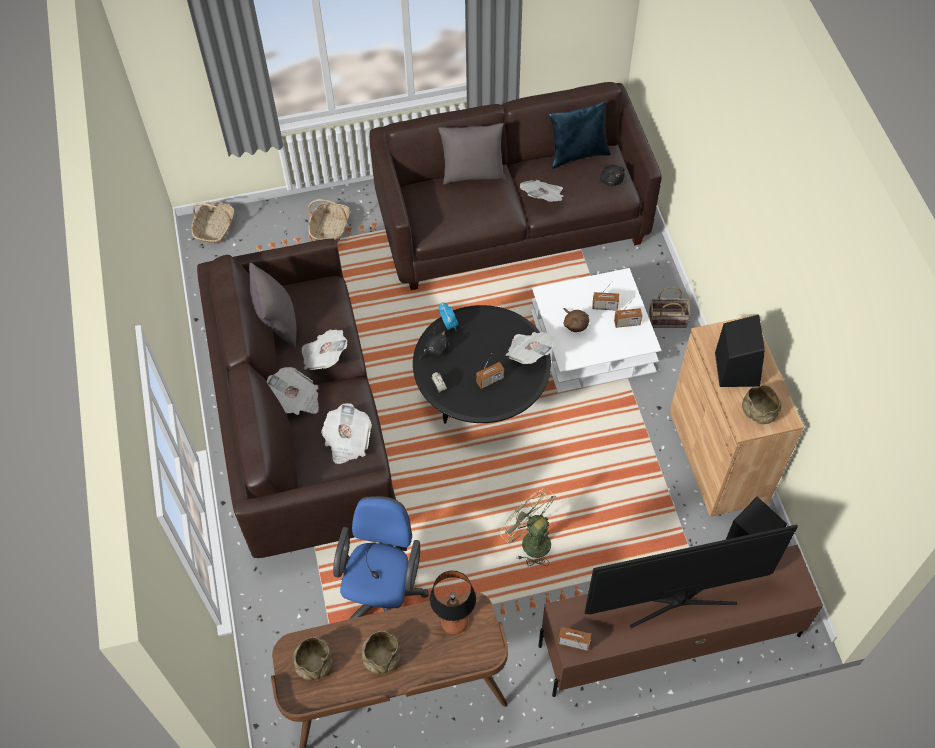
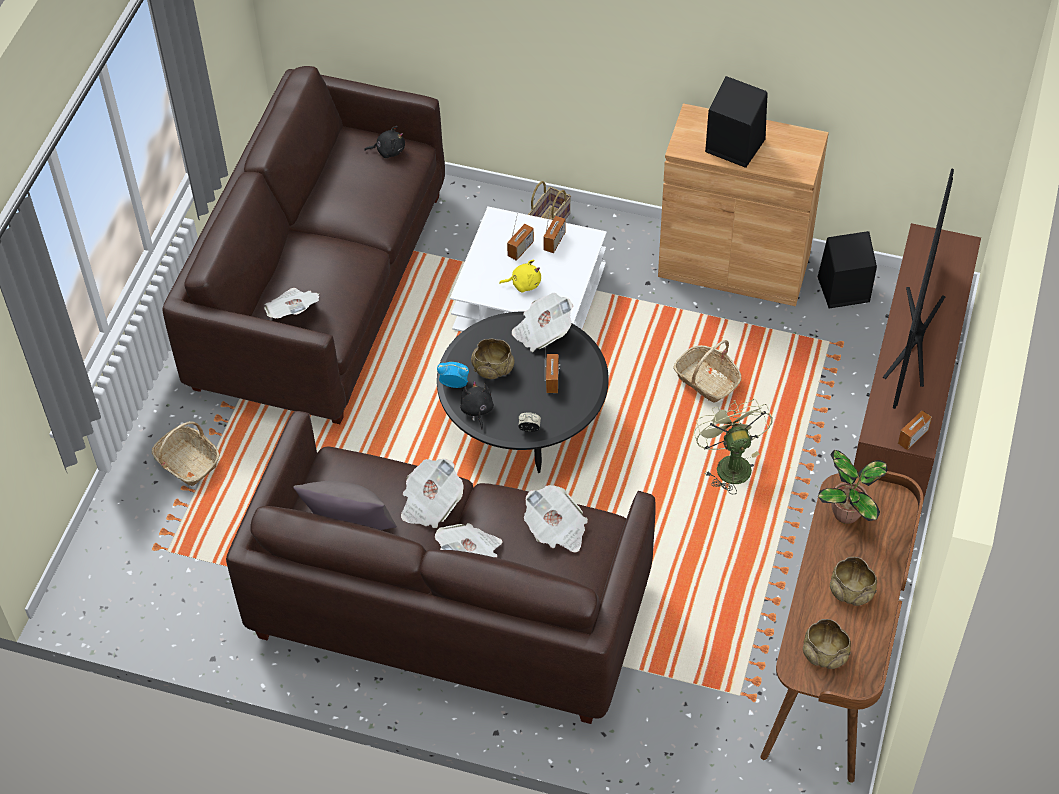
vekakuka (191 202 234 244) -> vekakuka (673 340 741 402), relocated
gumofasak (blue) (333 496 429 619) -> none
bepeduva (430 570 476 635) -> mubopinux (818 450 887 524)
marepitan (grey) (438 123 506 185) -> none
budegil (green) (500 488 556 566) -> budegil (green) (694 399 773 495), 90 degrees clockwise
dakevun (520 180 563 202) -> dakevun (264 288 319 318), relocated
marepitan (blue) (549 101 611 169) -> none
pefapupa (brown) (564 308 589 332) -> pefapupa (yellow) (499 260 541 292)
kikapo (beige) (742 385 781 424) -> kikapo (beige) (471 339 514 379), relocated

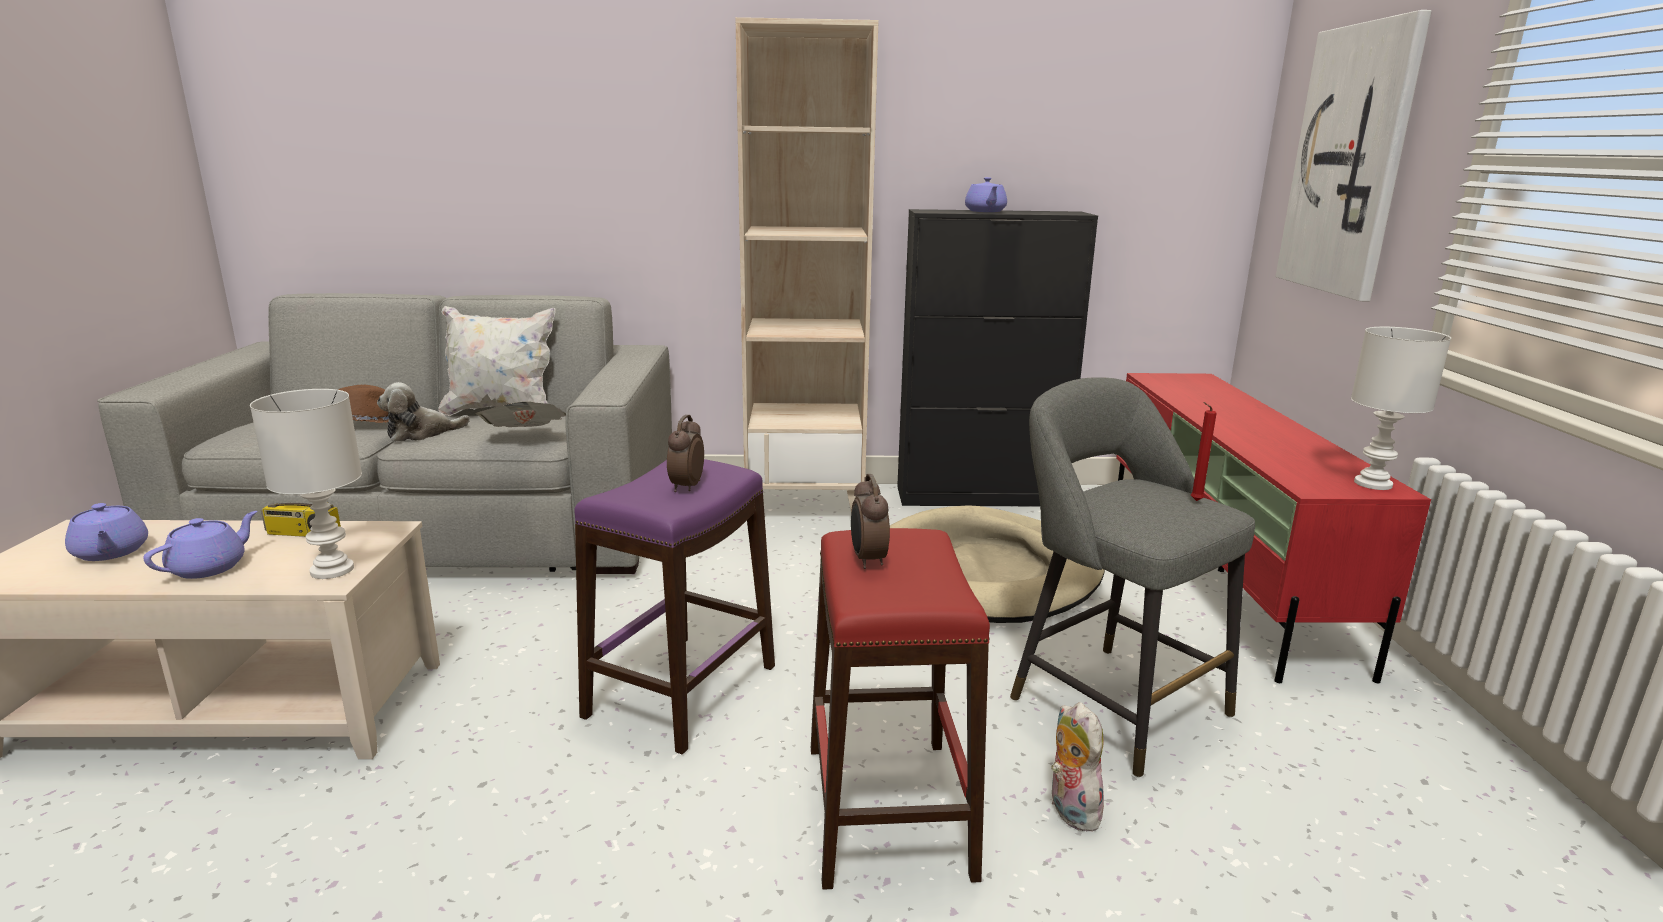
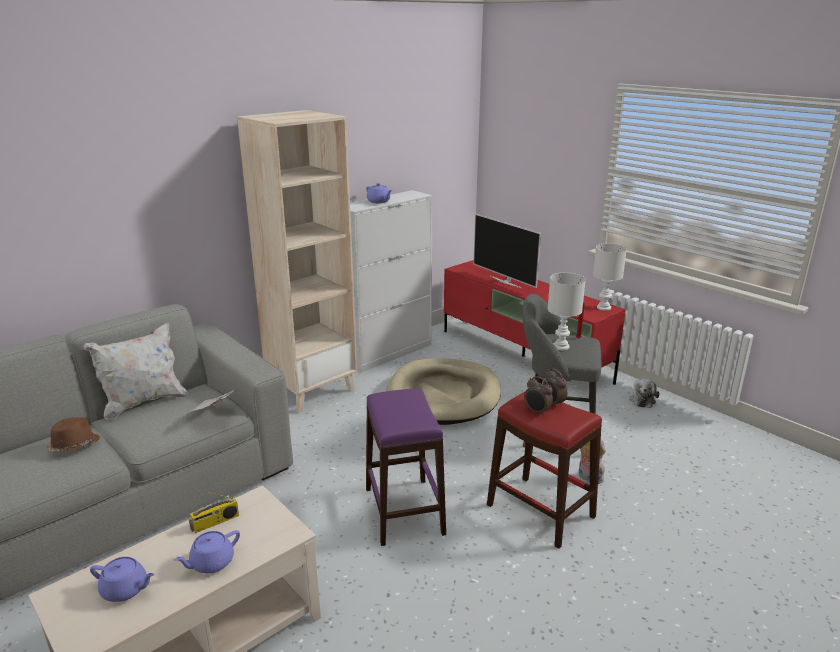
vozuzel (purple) (143 511 257 579) -> vozuzel (purple) (174 530 240 573), 120 degrees counterclockwise
bepeduva (white) (250 389 362 579) -> bepeduva (white) (547 272 586 350), relocated
pefapupa (377 382 470 442) -> pefapupa (629 378 660 408), relocated
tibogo (667 415 704 492) -> tibogo (542 369 567 408), relocated
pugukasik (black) (897 209 1098 506) -> pugukasik (white) (350 190 433 373)
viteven (1275 10 1432 301) -> none
none -> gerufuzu (473 214 541 288)

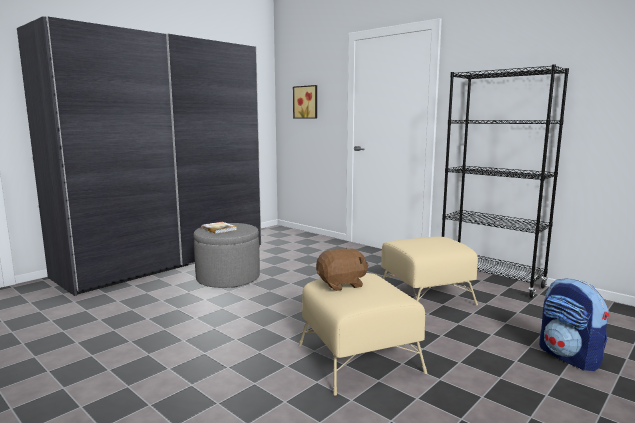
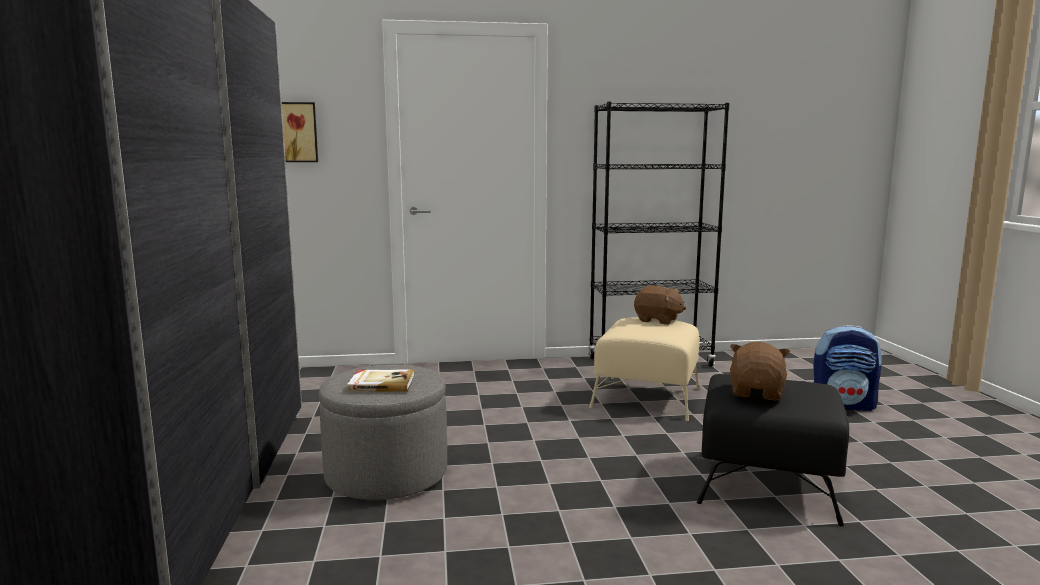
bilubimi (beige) (298 273 427 395) -> bilubimi (black) (696 374 849 526)
none -> pefapupa (brown) (634 286 686 325)

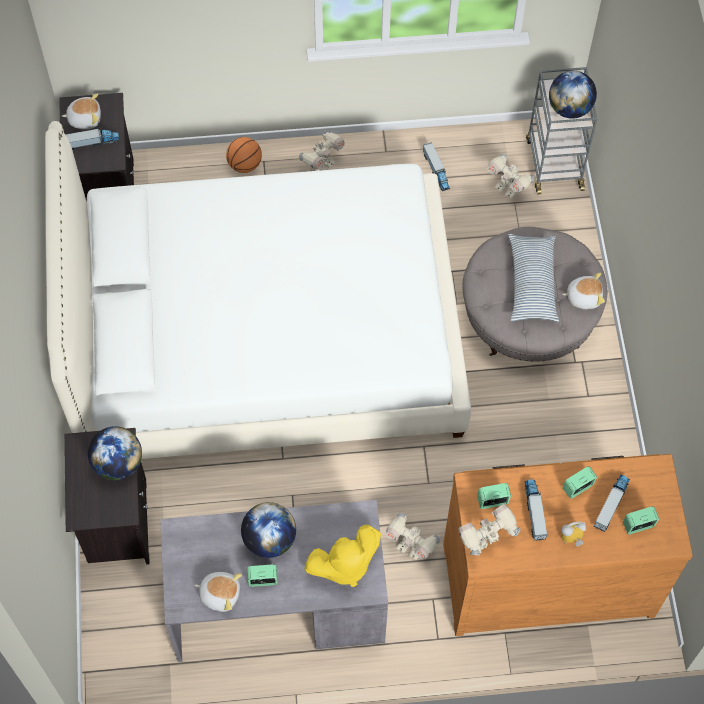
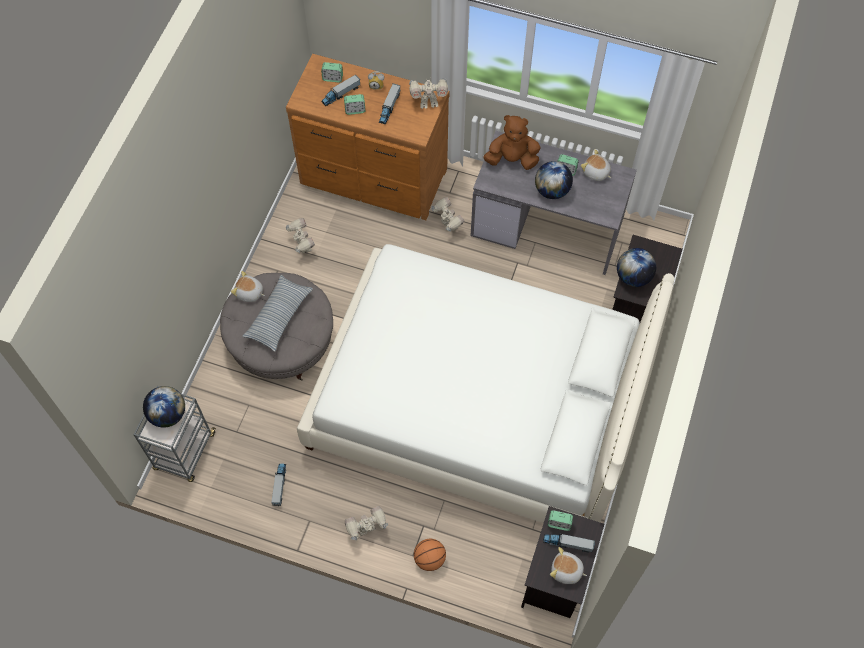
pefapupa (yellow) (304 525 381 587) -> pefapupa (brown) (483 115 541 170)
tibogo (477 483 511 509) -> tibogo (547 510 573 531), relocated
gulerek (487 154 534 199) -> gulerek (286 218 315 253), relocated

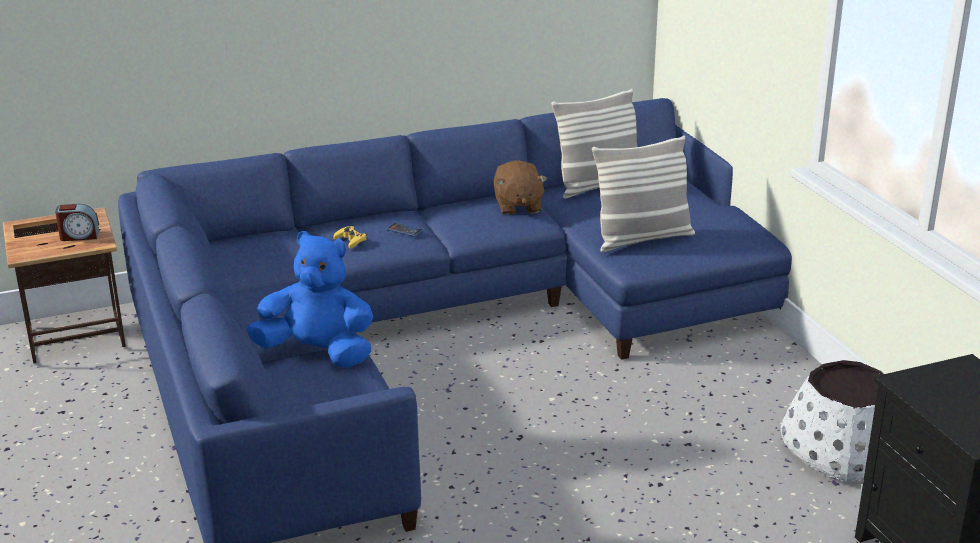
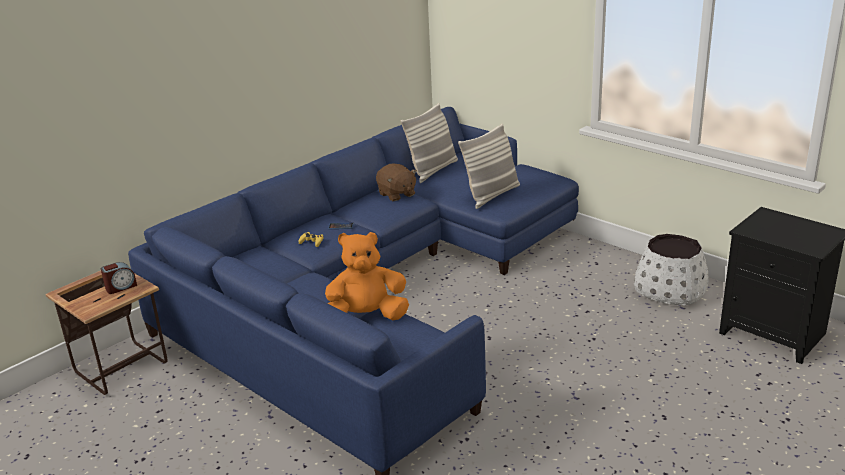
pefapupa (blue) (247 231 373 368) -> pefapupa (orange) (325 232 409 320)

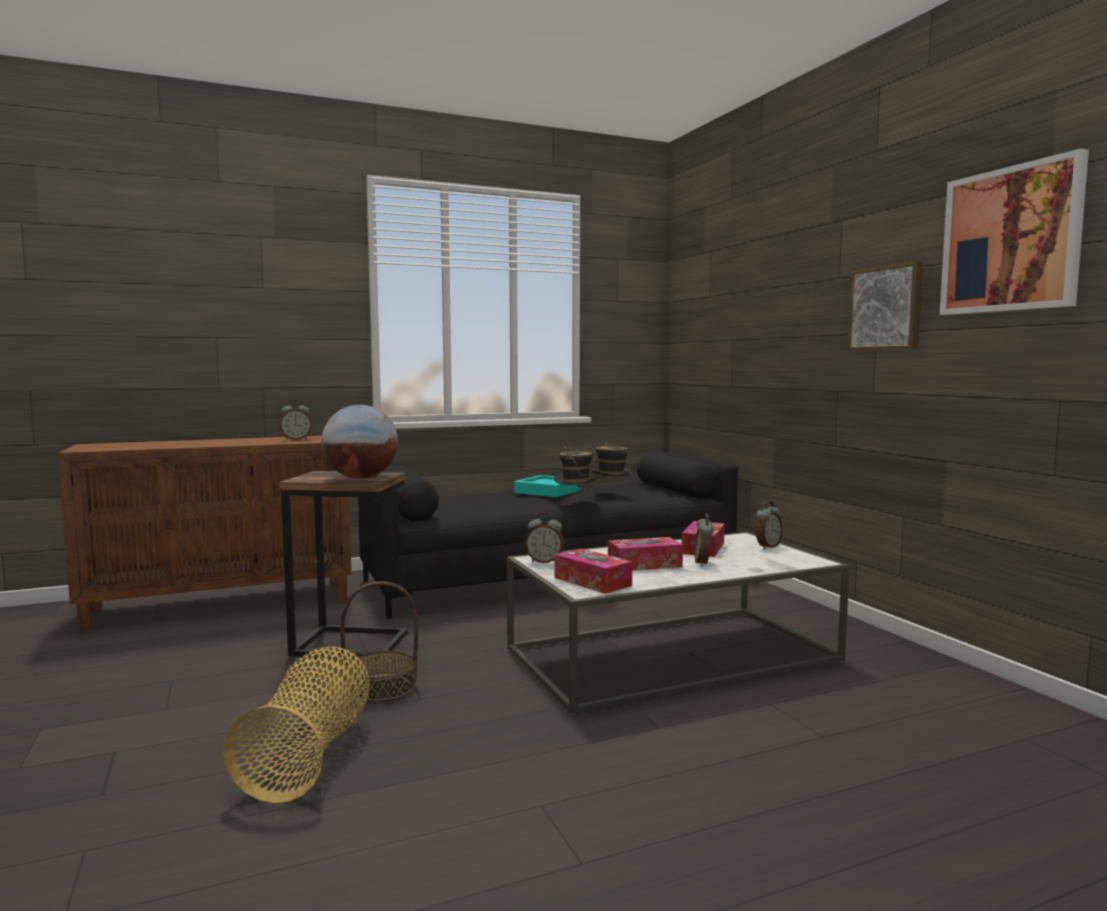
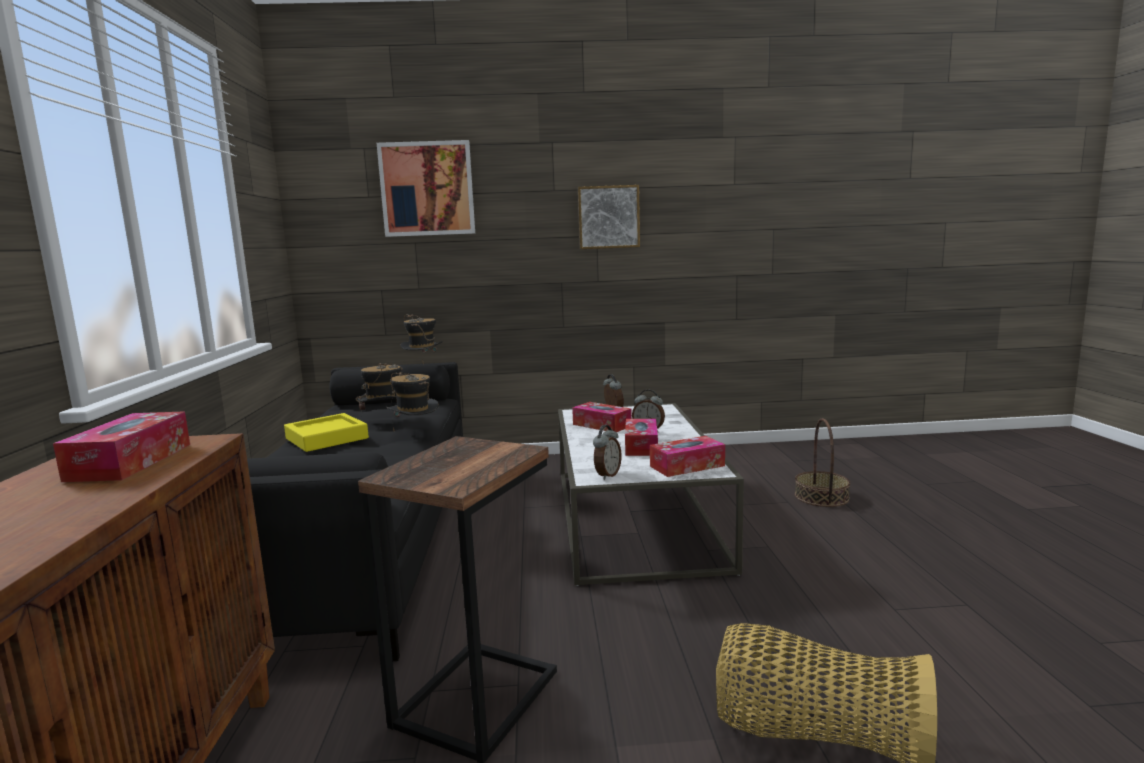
tibogo (280 400 312 441) -> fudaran (53 411 190 482)
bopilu (322 405 398 479) -> none
vekakuka (340 581 418 702) -> vekakuka (795 418 850 507), relocated
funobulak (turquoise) (514 475 581 497) -> funobulak (yellow) (284 413 369 452)
viteven (940 148 1089 315) -> viteven (377 140 475 237), relocated
none -> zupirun (400 314 443 361)

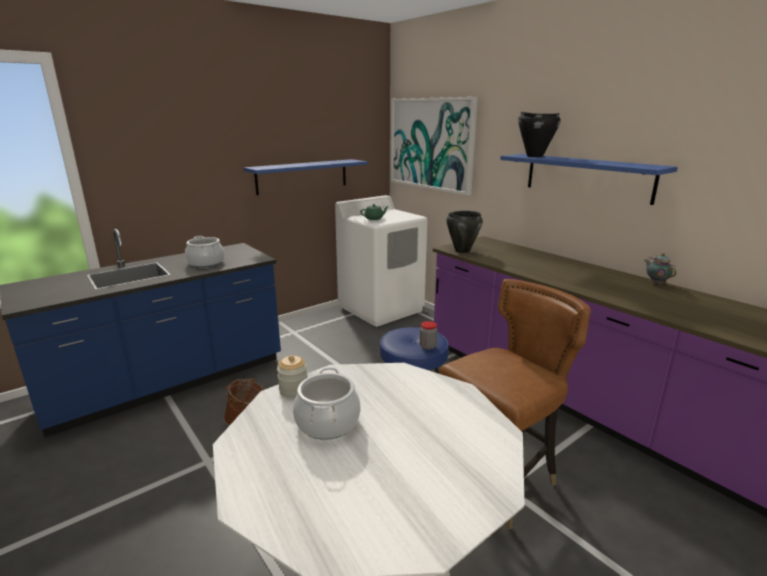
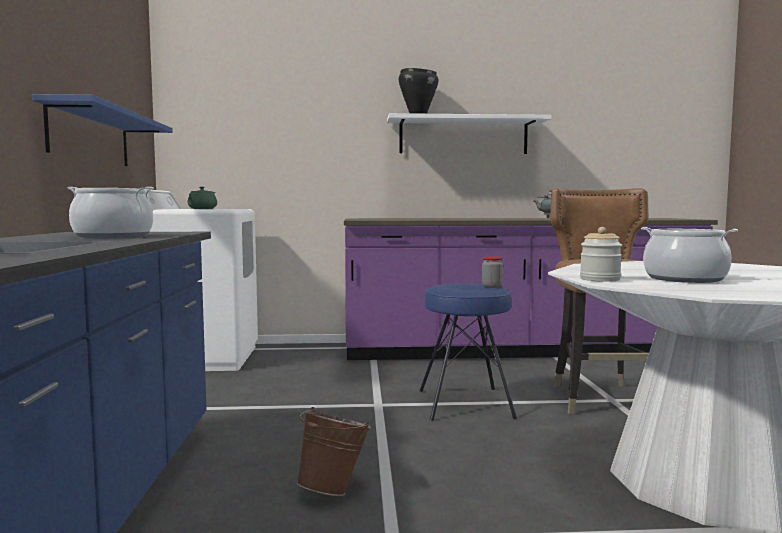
viteven (391 97 478 195) -> none
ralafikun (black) (446 211 483 253) -> none
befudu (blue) (500 154 678 205) -> befudu (white) (387 113 551 154)

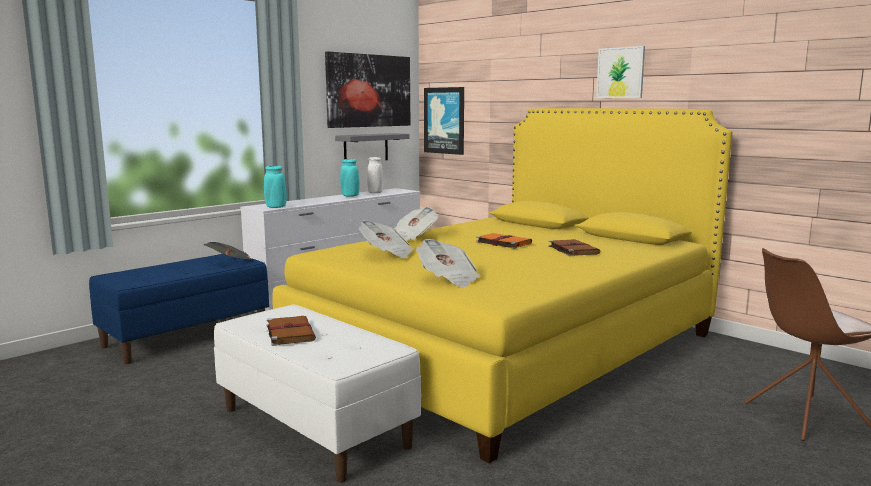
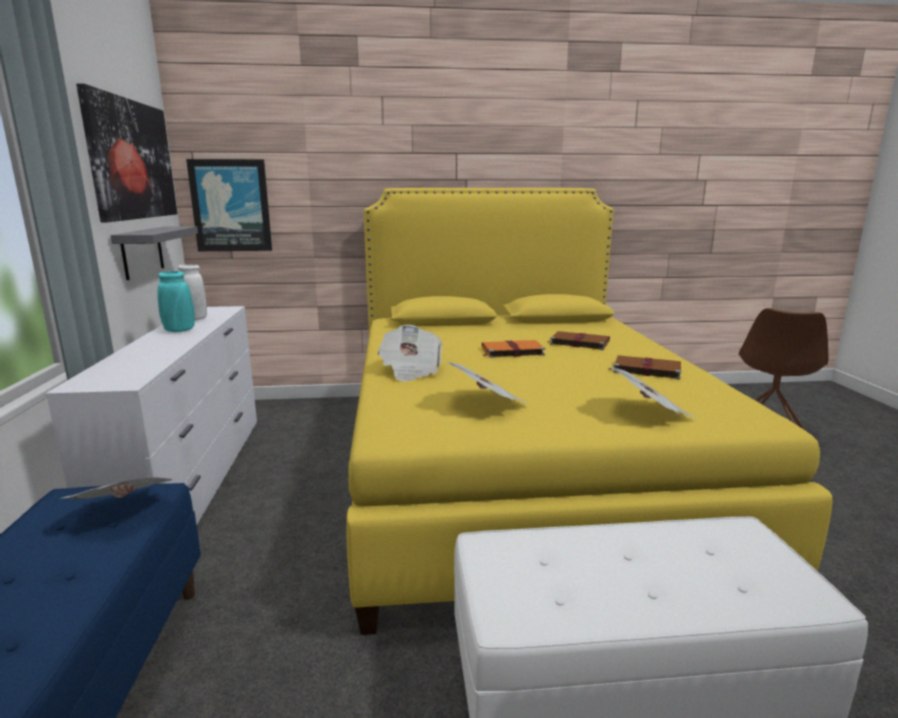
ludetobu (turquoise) (264 166 287 208) -> none
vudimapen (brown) (267 316 316 346) -> vudimapen (brown) (609 355 681 380), relocated
viteven (596 46 645 98) -> none

